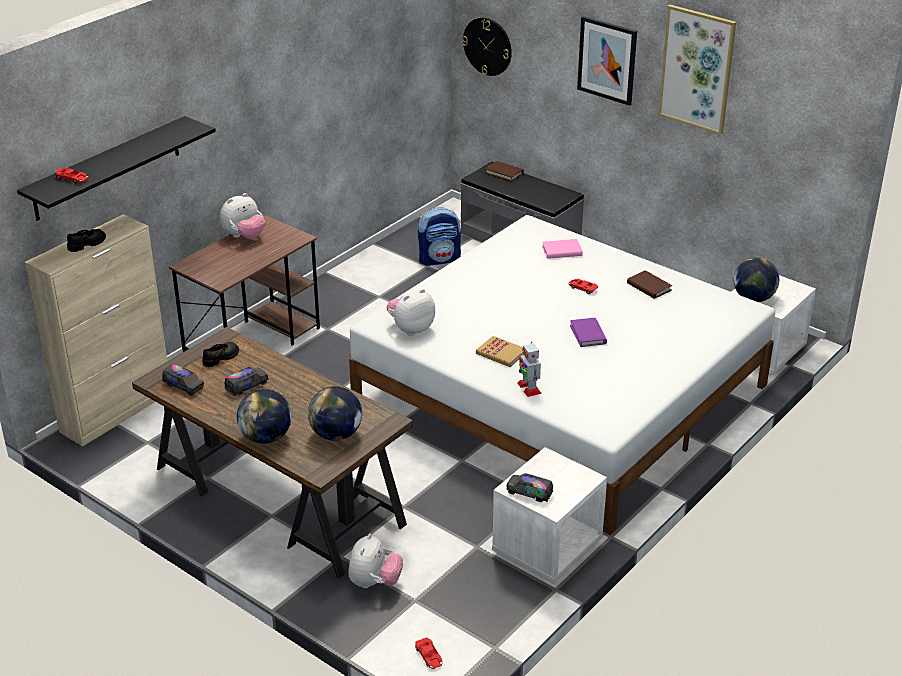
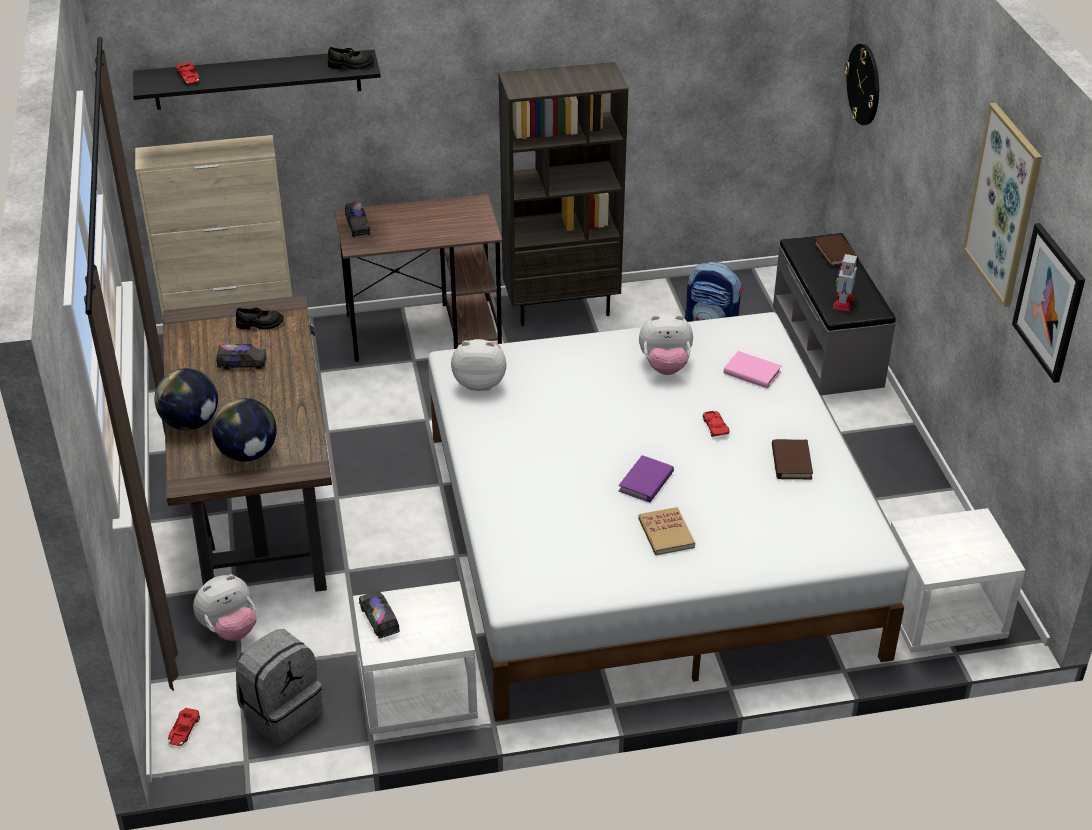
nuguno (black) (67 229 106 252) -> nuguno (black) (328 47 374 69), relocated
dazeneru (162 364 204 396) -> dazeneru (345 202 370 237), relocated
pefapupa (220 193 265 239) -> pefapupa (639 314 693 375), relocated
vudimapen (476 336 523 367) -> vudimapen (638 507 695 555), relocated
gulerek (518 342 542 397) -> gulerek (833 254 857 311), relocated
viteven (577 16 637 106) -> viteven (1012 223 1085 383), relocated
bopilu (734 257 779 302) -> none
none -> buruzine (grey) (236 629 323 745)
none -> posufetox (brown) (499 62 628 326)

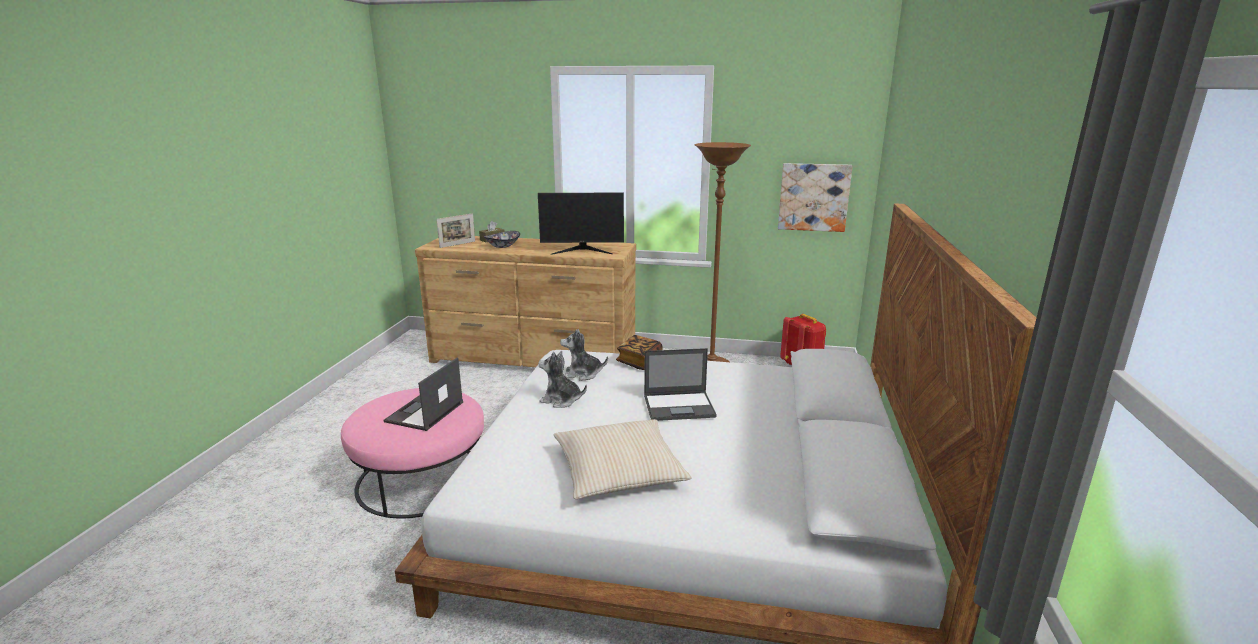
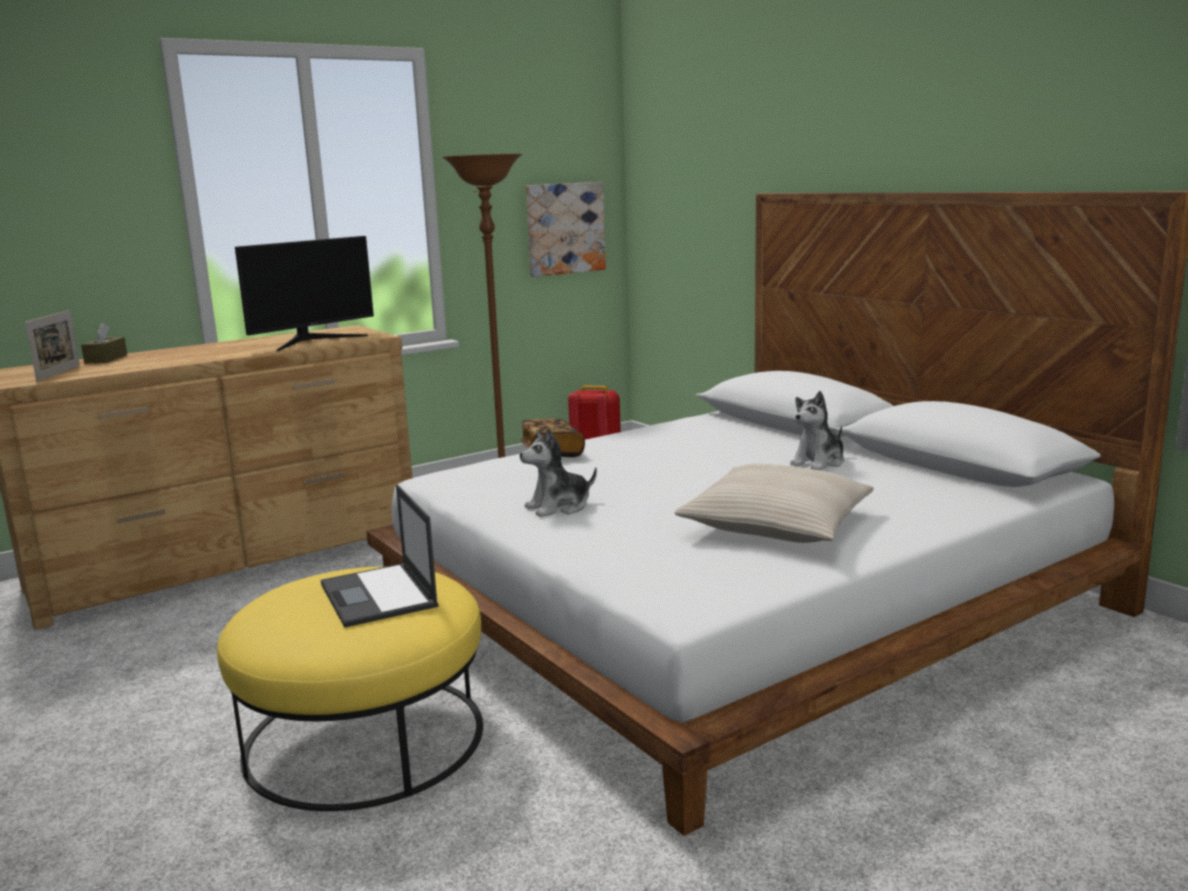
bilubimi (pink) (341 388 484 518) -> bilubimi (yellow) (217 567 483 811)
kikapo (484 231 520 248) -> none
pefapupa (560 329 608 381) -> pefapupa (790 391 844 470), relocated
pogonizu (644 348 717 421) -> none

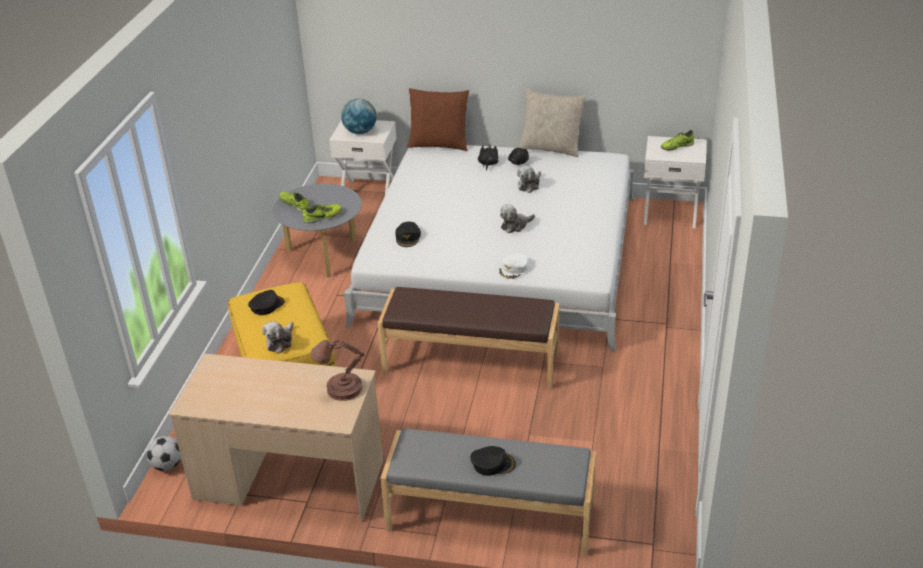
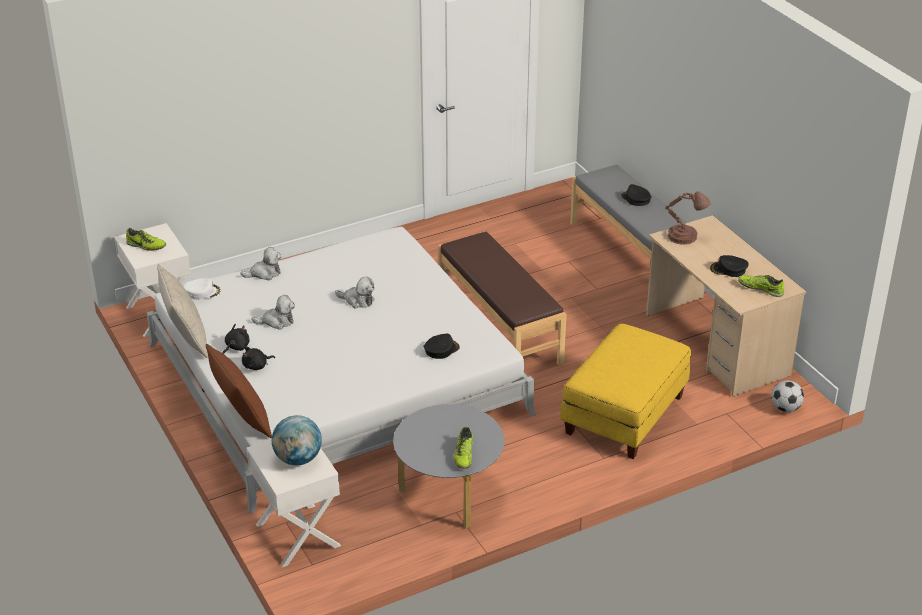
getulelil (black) (248 290 285 315) -> getulelil (black) (710 255 749 277), relocated
pefapupa (263 321 293 353) -> pefapupa (241 247 282 280), relocated
nuguno (303 204 342 223) -> nuguno (738 275 785 297), relocated
getulelil (white) (499 253 528 279) -> getulelil (white) (184 278 221 300), relocated

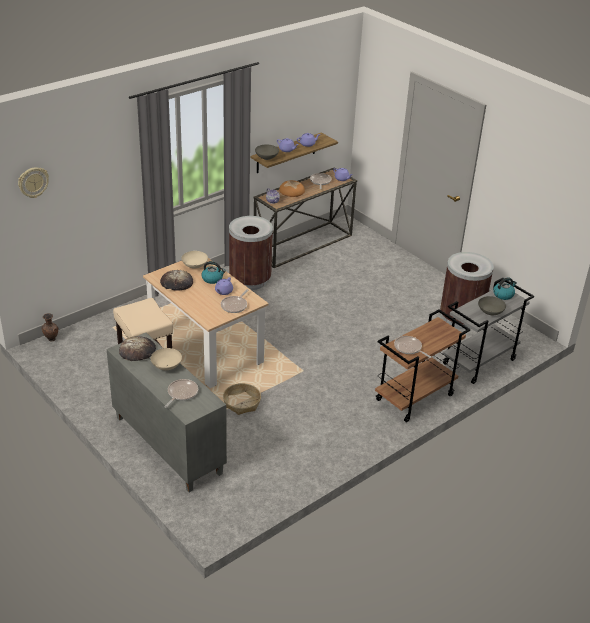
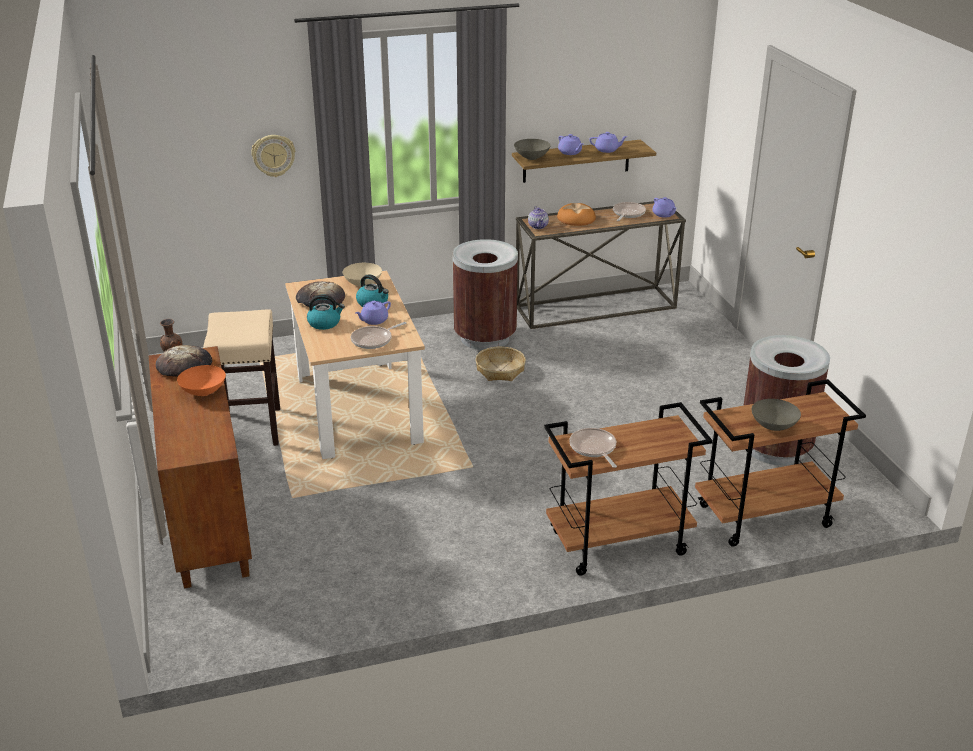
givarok (18 167 49 198) -> givarok (251 135 295 177), relocated
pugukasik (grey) (107 333 227 492) -> pugukasik (brown) (149 346 252 588)
kikapo (beige) (151 348 182 370) -> kikapo (orange) (177 365 226 396)
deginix (164 379 198 408) -> none
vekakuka (223 383 261 415) -> vekakuka (475 346 526 381), relocated
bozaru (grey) (443 278 534 384) -> bozaru (brown) (695 379 866 547)
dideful (493 277 517 300) -> dideful (307 295 345 330), relocated

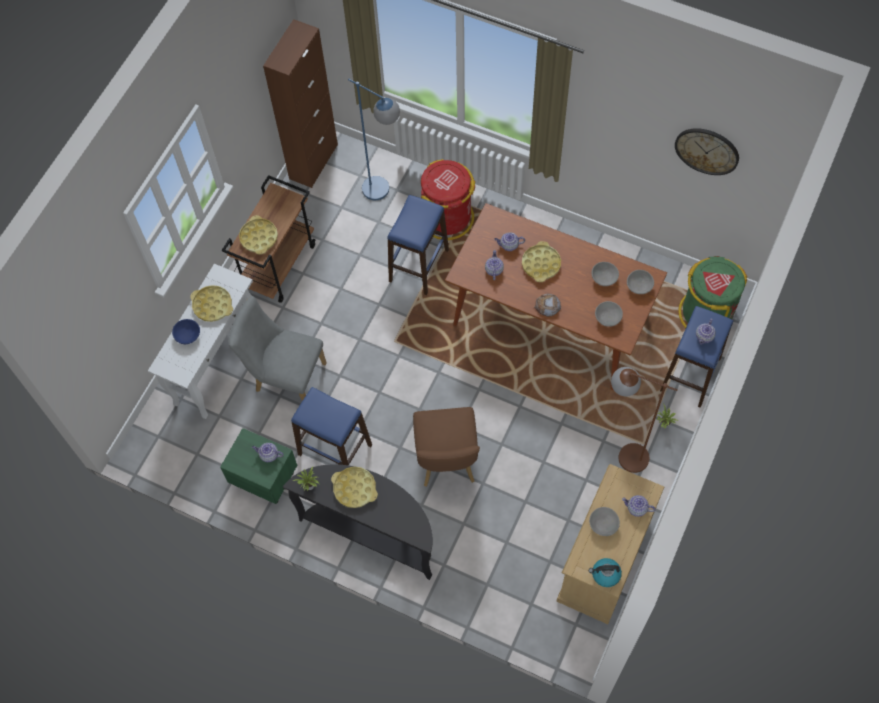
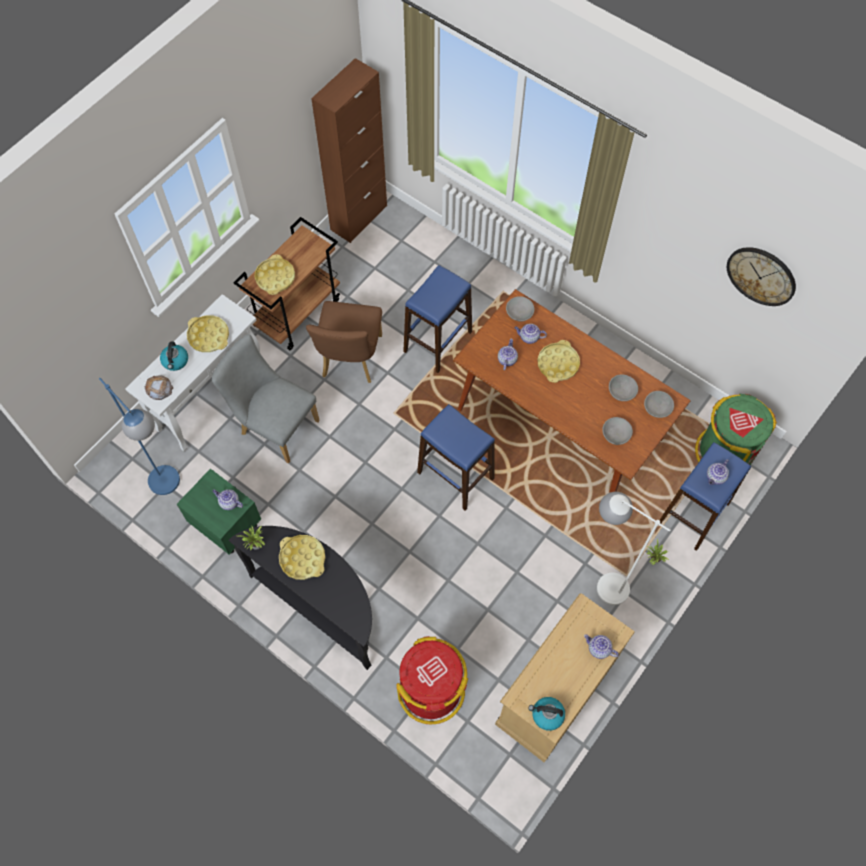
kikapo (blue) (172 319 200 344) -> dideful (160 341 188 371)
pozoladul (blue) (291 387 372 465) -> pozoladul (blue) (417 404 495 511), relocated
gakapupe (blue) (348 78 400 200) -> gakapupe (blue) (99 378 180 495), relocated
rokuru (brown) (413 407 480 487) -> rokuru (brown) (306 301 382 383), relocated
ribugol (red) (421 159 475 240) -> ribugol (red) (396 636 468 724), relocated
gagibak (534 294 561 317) -> gagibak (145 376 173 400), relocated
kikapo (grey) (589 507 620 536) -> kikapo (grey) (506 296 534 322), relocated
gakapupe (brown) (611 367 678 473) -> gakapupe (white) (597 492 670 605)

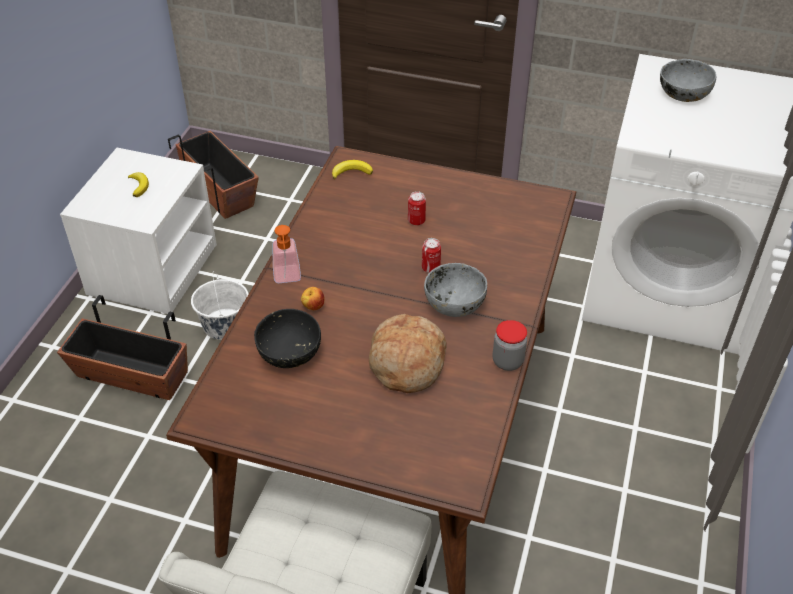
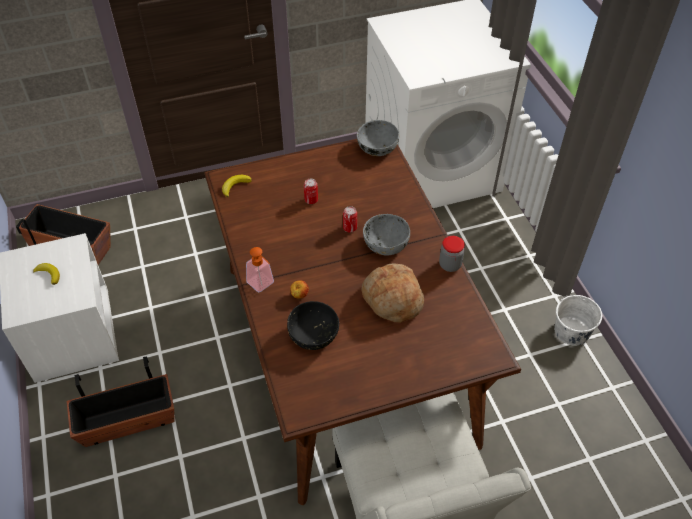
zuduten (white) (191 271 248 340) -> zuduten (white) (554 295 602 346), relocated
kikapo (grey) (660 59 716 102) -> kikapo (grey) (357 120 399 156), relocated

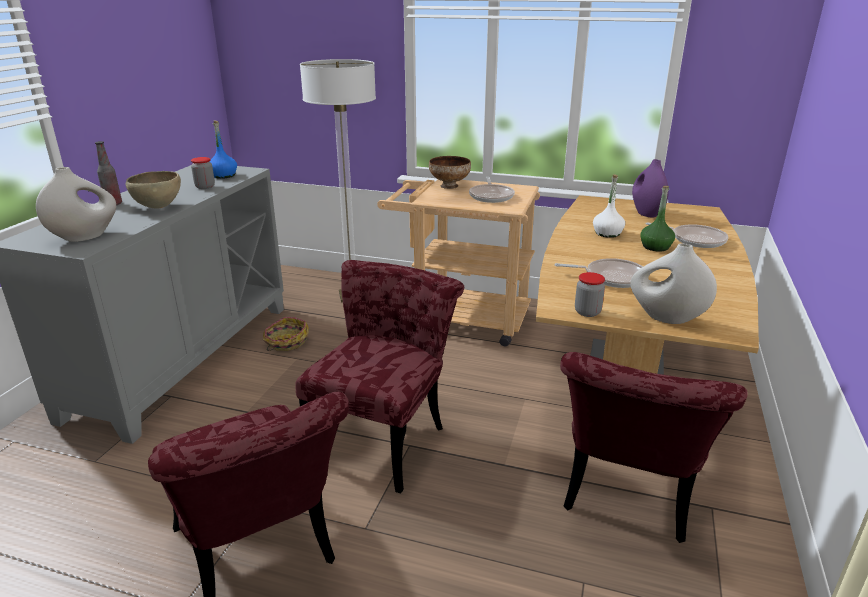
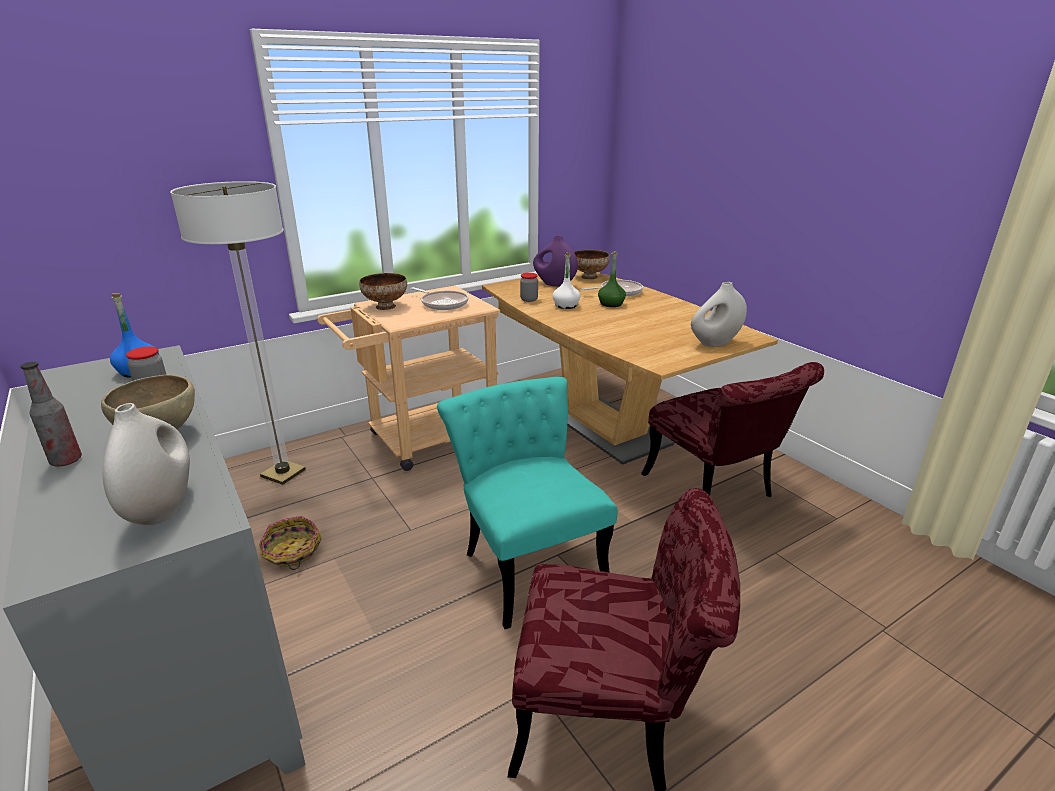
rokuru (red) (295 260 464 494) -> rokuru (turquoise) (437 377 617 629)
deginix (554 258 643 288) -> none
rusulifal (575 272 605 317) -> rusulifal (520 273 538 302), relocated
none -> kikapo (574 250 610 279)

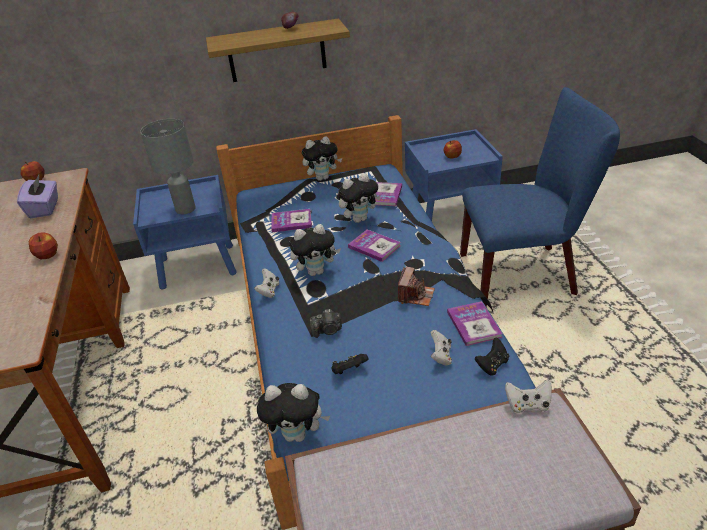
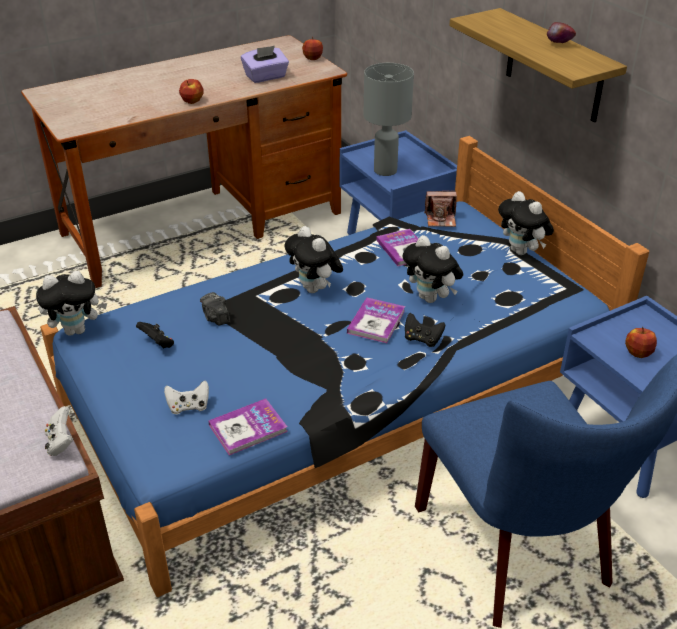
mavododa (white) (254 268 279 298) -> none
pefapupa (257 383 330 442) -> pefapupa (36 271 107 336), 90 degrees counterclockwise
vudimapen (375 182 402 206) -> none
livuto (398 267 435 306) -> livuto (424 191 457 227), relocated
mavododa (black) (475 338 509 376) -> mavododa (black) (405 313 445 347), relocated

